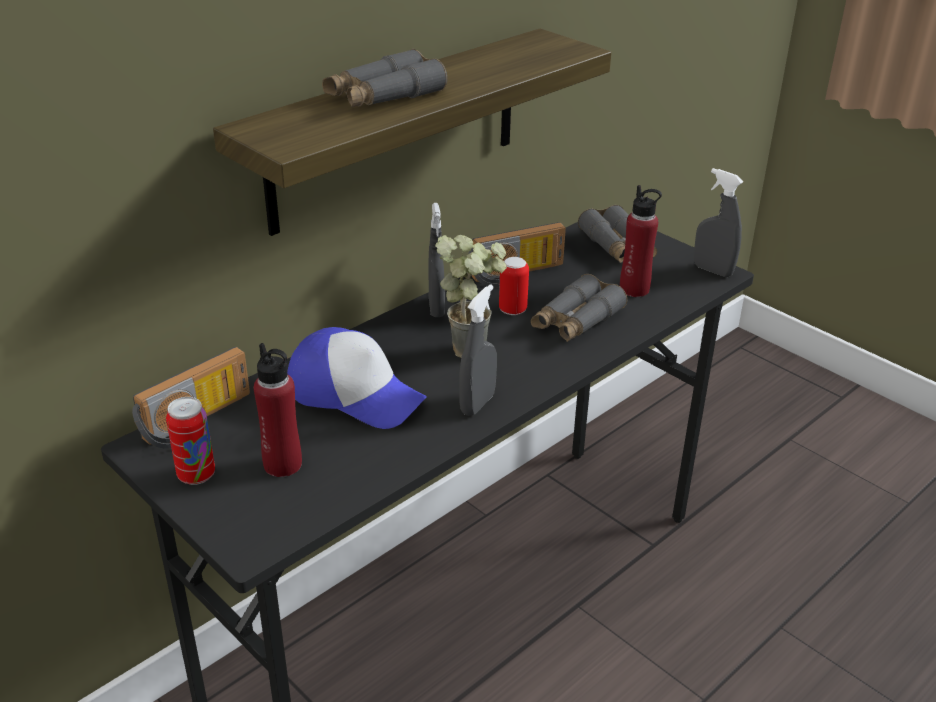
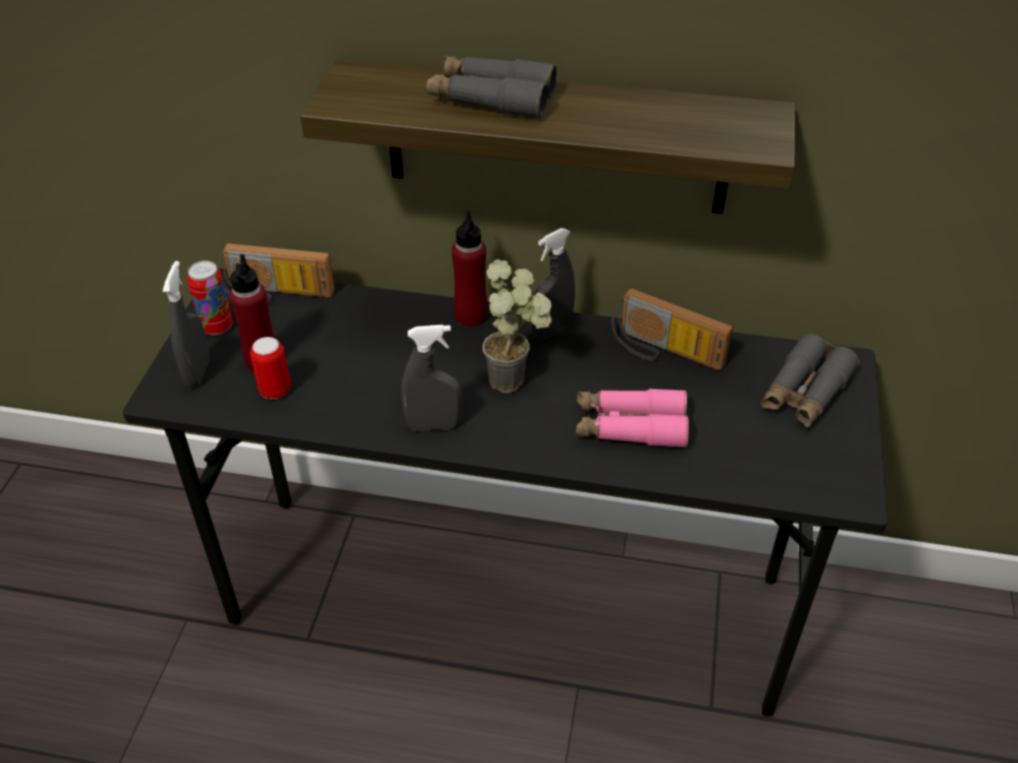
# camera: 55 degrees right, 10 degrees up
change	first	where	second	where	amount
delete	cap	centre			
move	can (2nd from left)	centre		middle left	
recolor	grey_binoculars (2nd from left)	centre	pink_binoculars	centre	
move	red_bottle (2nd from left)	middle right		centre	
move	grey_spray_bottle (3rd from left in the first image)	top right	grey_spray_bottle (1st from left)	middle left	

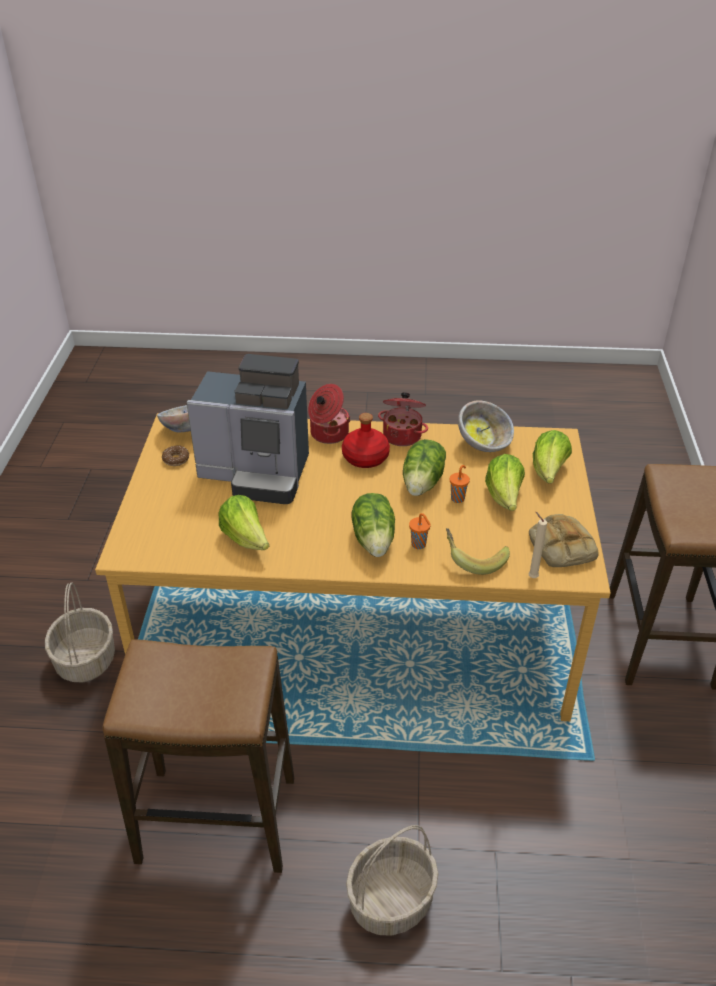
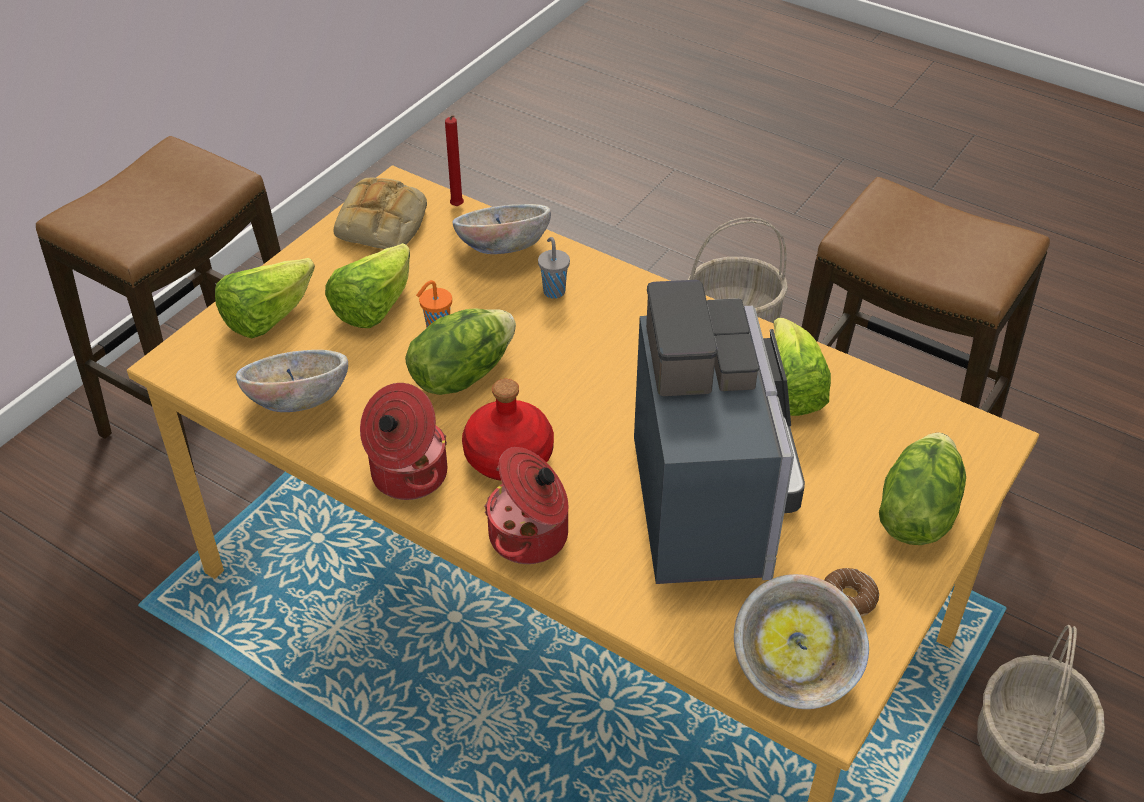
# camera: 150 degrees left, 5 degrees up
change	first	where	second	where	amount
rotate	coffee_machine	centre		centre	45 degrees clockwise
move	lettuce (2nd from left in the first image)	centre	lettuce (5th from left)	middle right	
recolor	orange_cup (1st from left)	centre	grey_cup	centre	
replace	banana	middle right	bowl (2nd from left)	top centre	
recolor	beige_candle	middle right	red_candle	top centre	

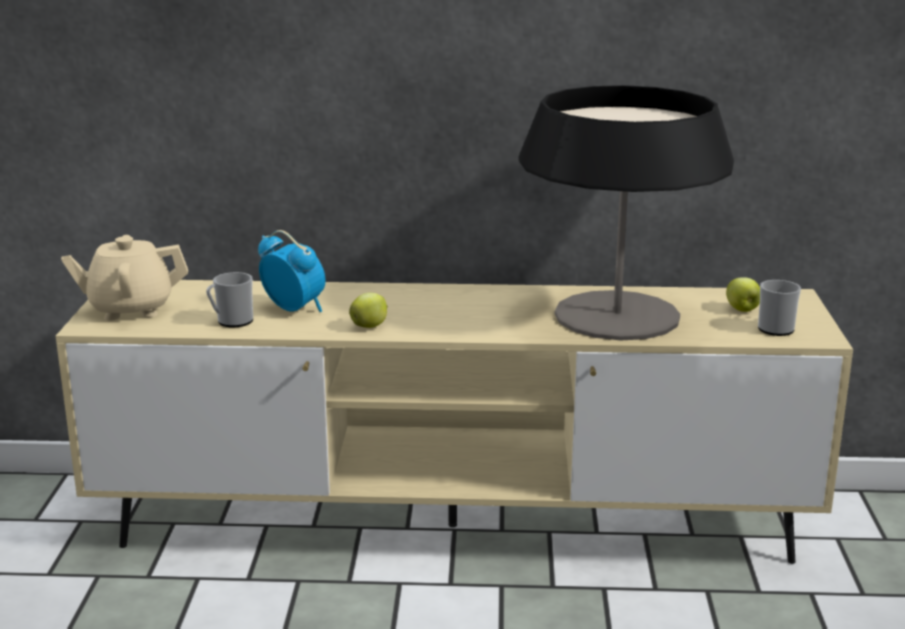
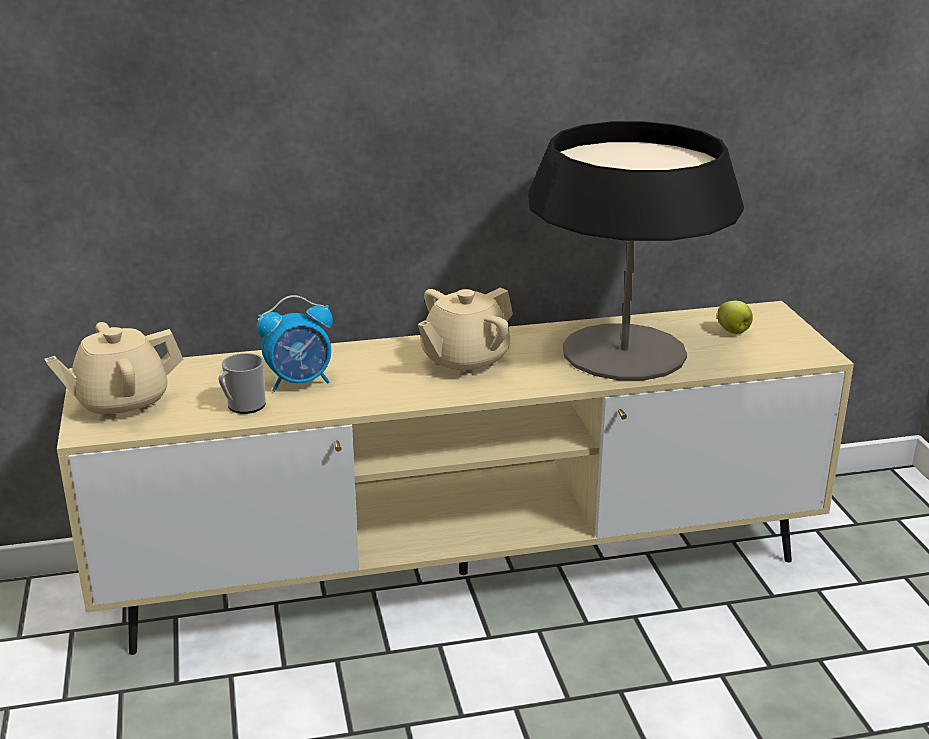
# camera: 15 degrees left, 5 degrees up
change	first	where	second	where	amount
rotate	alarm_clock	middle left		middle left	135 degrees clockwise
delete	apple (1st from left)	centre			
delete	mug (2nd from left)	middle right			
insert			beige_teapot (2nd from left)	centre	

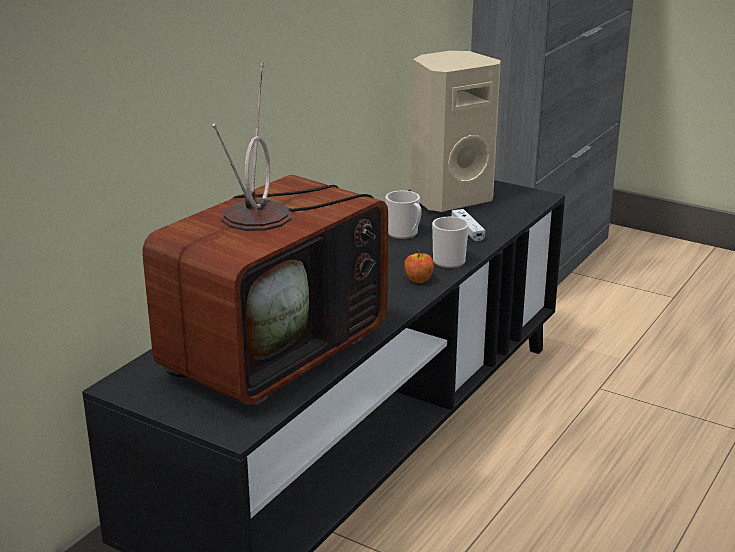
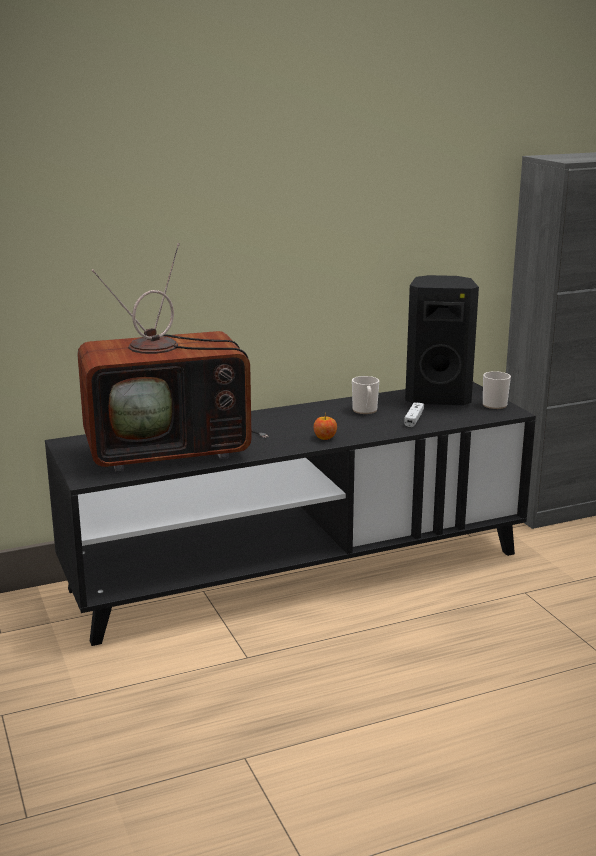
# camera: 35 degrees right, 5 degrees down
change	first	where	second	where	amount
recolor	beige_speaker	top centre	black_speaker	middle right	
move	mug (2nd from left)	centre		middle right	

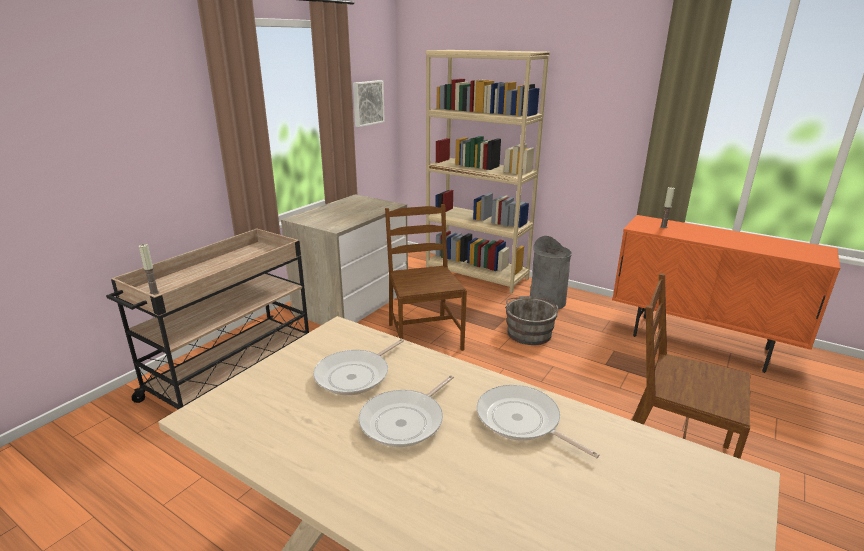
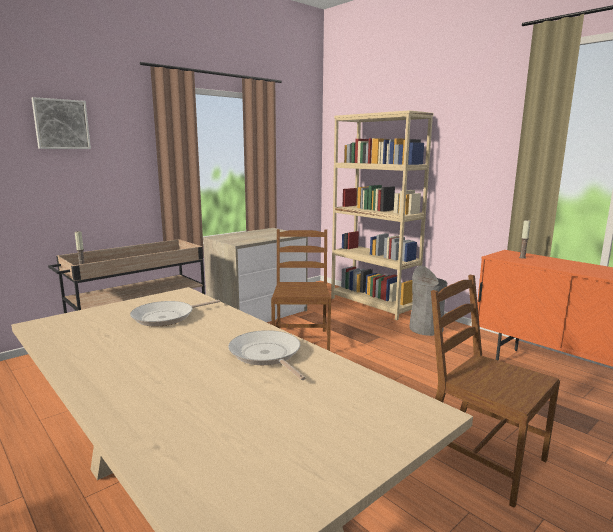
# camera: 15 degrees right, 10 degrees down
change	first	where	second	where	amount
move	picture	top centre		top left	
delete	frying_pan (2nd from left)	bottom centre			
delete	grey_bucket	centre			

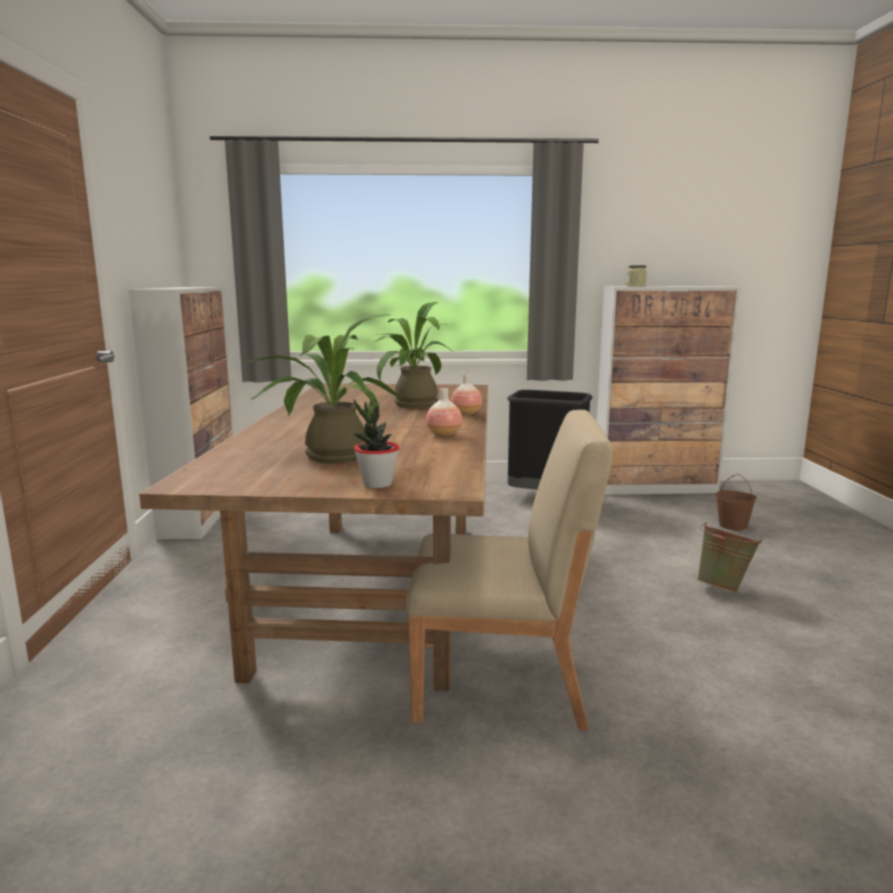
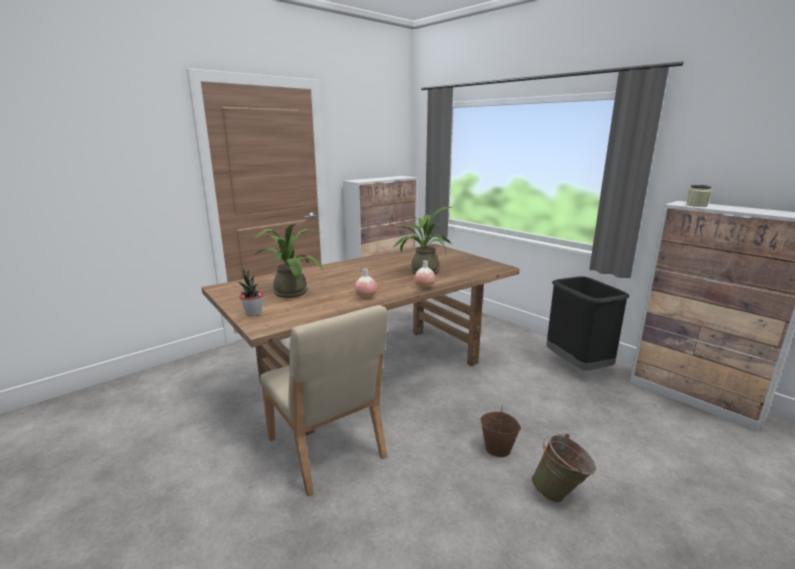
# camera: 50 degrees right, 5 degrees up
change	first	where	second	where	amount
move	brown_bucket	middle right		bottom centre	

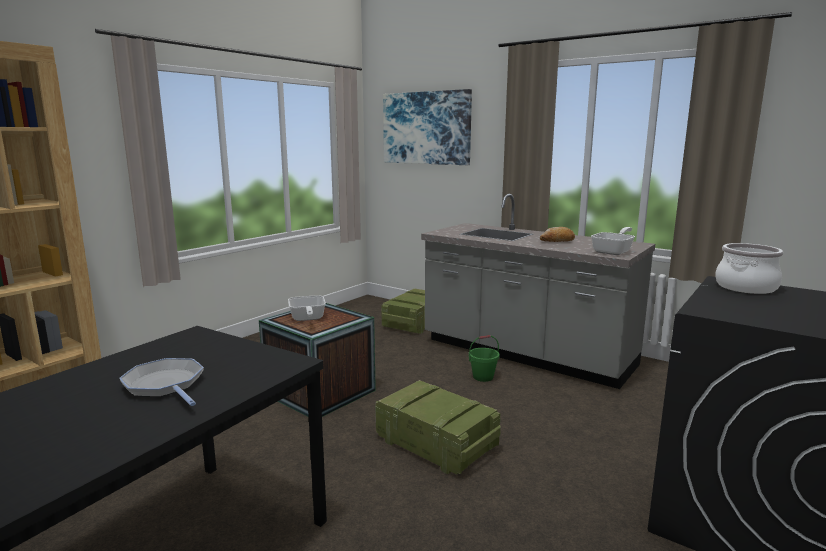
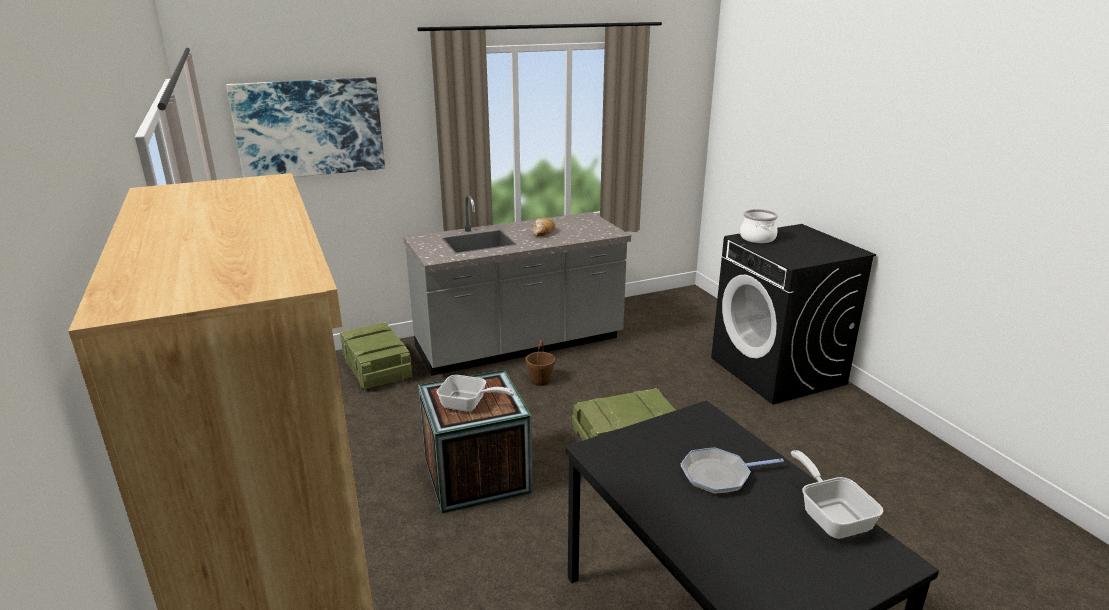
# camera: 60 degrees left, 10 degrees up
change	first	where	second	where	amount
recolor	green_bucket	centre	brown_bucket	centre	
move	frying_pan (3rd from left)	middle right		bottom right	

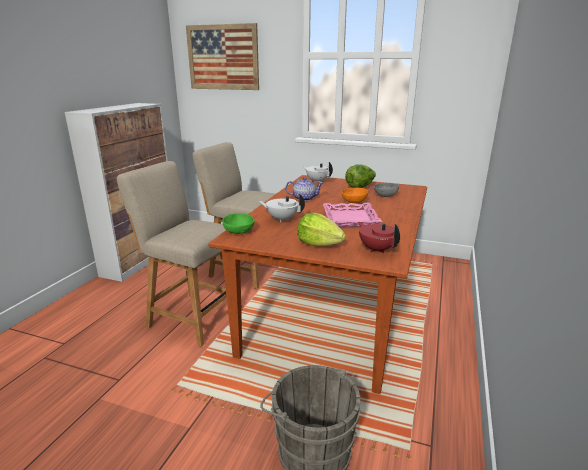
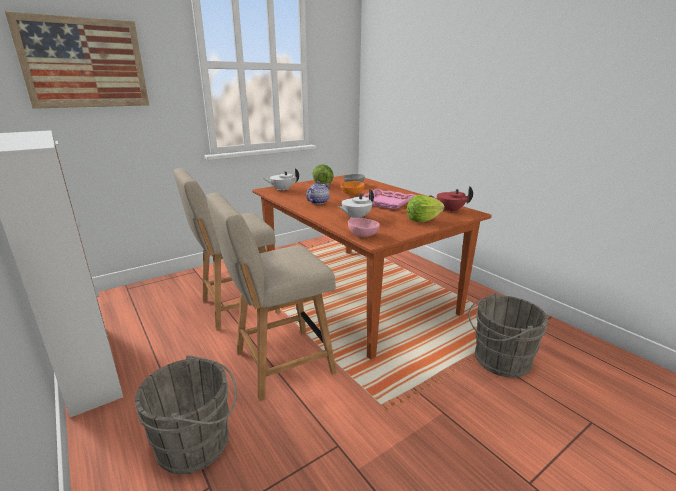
# camera: 55 degrees left, 0 degrees up
change	first	where	second	where	amount
recolor	green_bowl	centre	pink_bowl	centre	
insert			grey_bucket (1st from left)	bottom left	

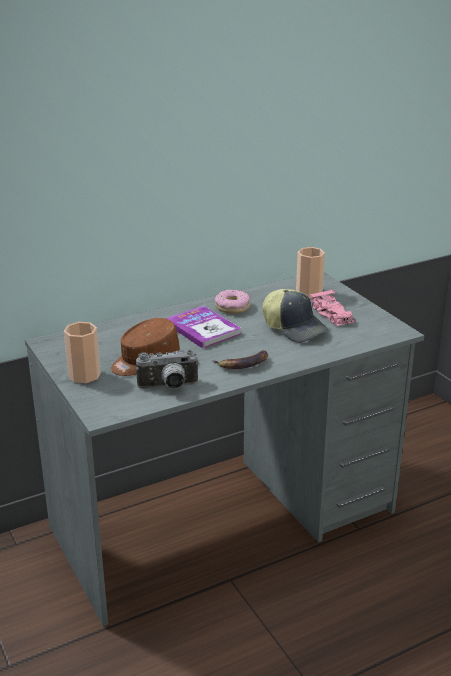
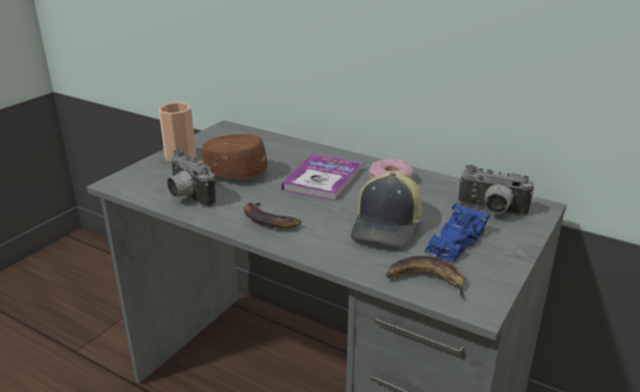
# camera: 60 degrees right, 0 degrees up
change	first	where	second	where	amount
replace	cup (2nd from left)	middle right	photo_camera (2nd from left)	middle right	
recolor	pink_toy_car	middle right	blue_toy_car	middle right	
insert			banana (2nd from left)	bottom centre	

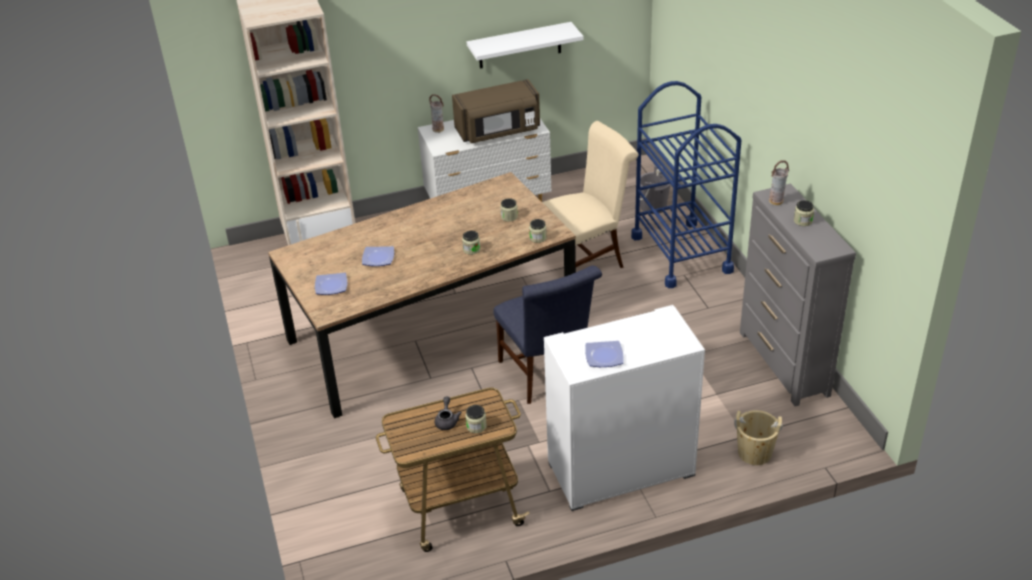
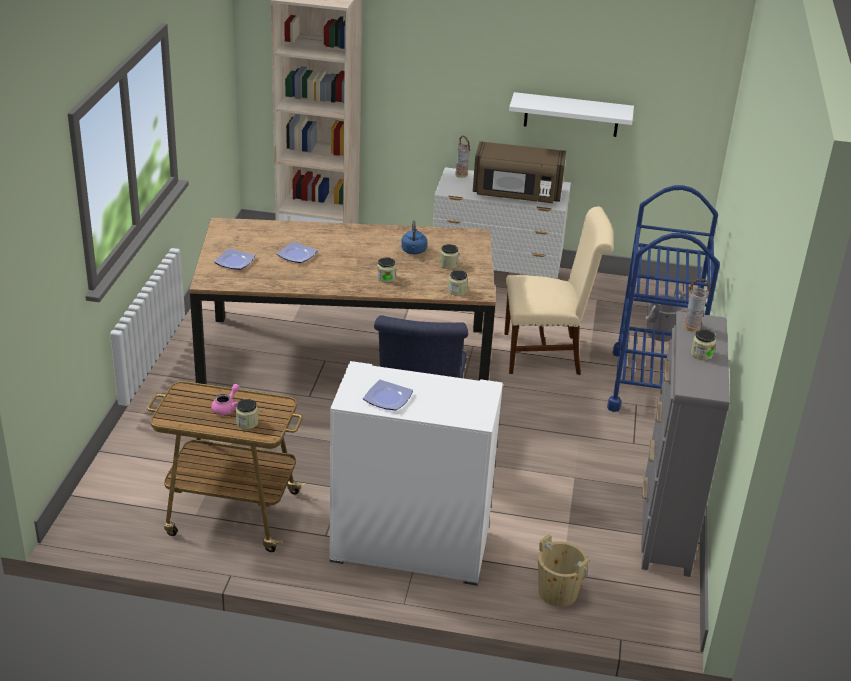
# camera: 25 degrees right, 5 degrees down
change	first	where	second	where	amount
recolor	grey_teapot	bottom centre	pink_teapot	middle left	
insert			blue_kettle	centre	

